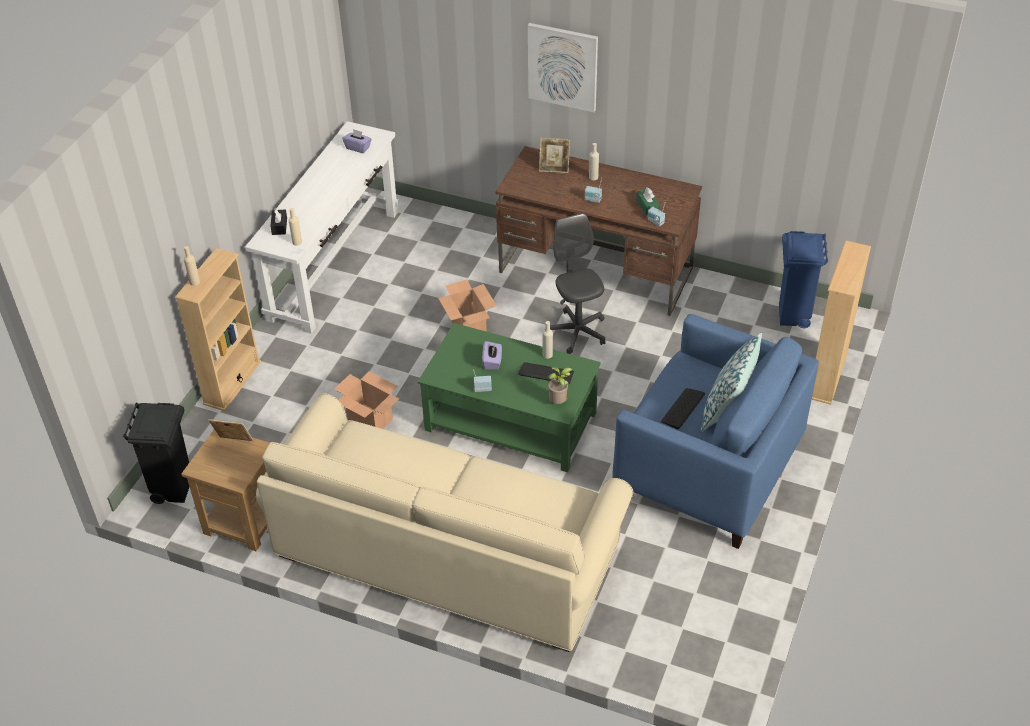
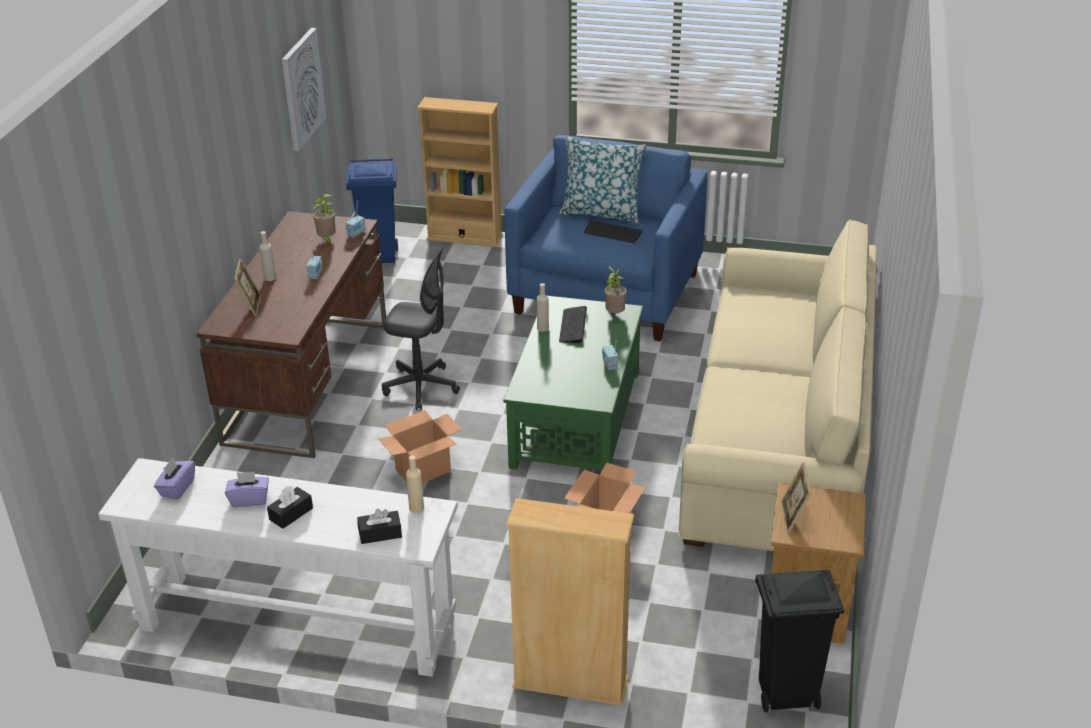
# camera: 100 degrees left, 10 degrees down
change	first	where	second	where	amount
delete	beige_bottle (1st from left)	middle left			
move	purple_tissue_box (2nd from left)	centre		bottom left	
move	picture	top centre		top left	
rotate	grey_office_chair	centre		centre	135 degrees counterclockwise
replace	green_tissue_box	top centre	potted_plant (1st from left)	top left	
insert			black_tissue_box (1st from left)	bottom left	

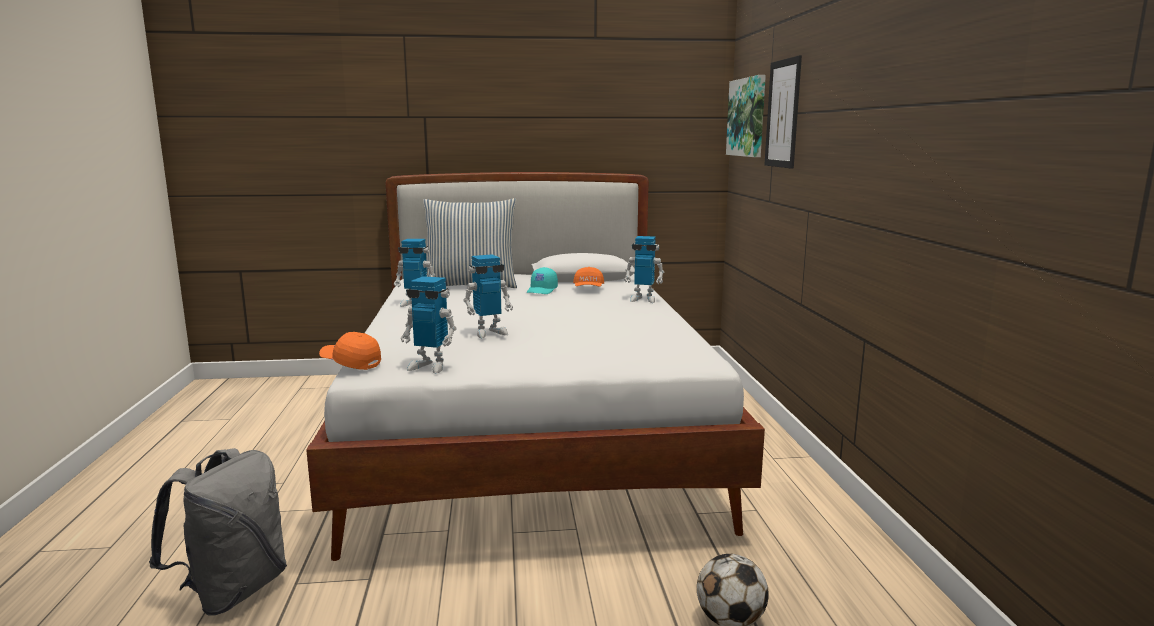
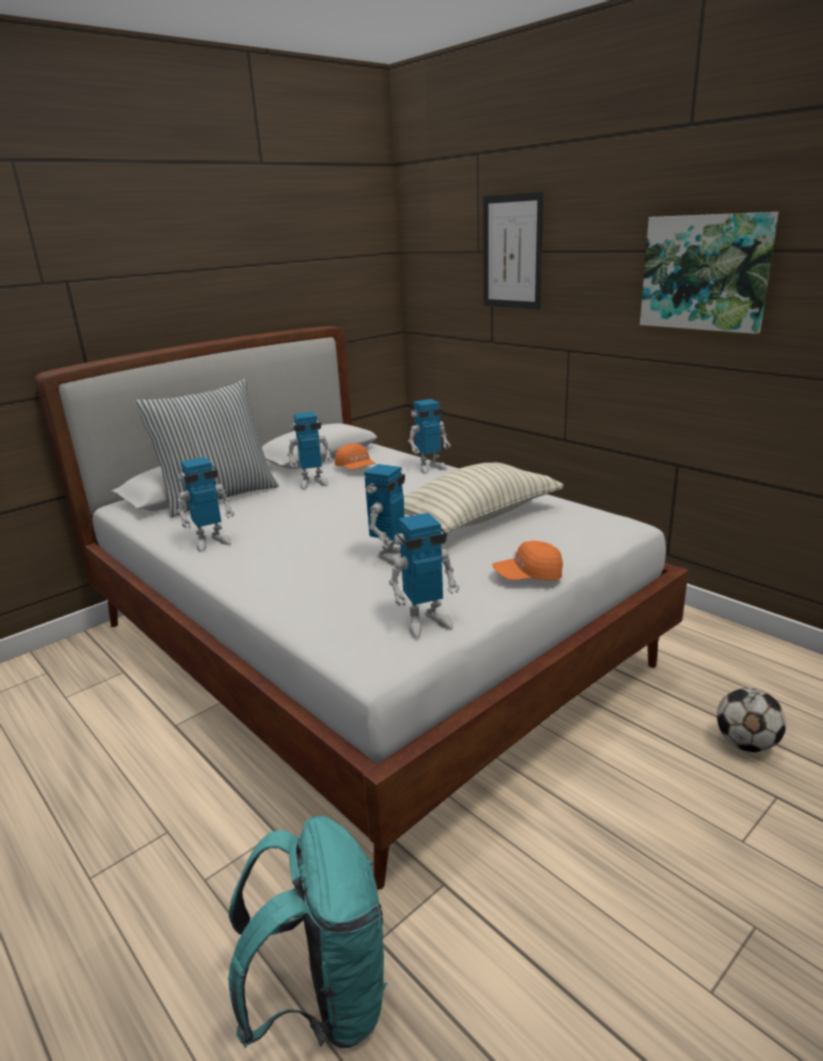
# camera: 35 degrees left, 10 degrees up
change	first	where	second	where	amount
recolor	grey_backpack	bottom left	turquoise_backpack	bottom centre	
move	orange_cap (1st from left in the first image)	middle left	orange_cap (2nd from left)	centre	
replace	turquoise_cap	centre	toy_robot (2nd from left)	centre	
move	picture (1st from left in the first image)	top centre	picture (2nd from left)	top right	
insert			pillow (2nd from left)	centre	

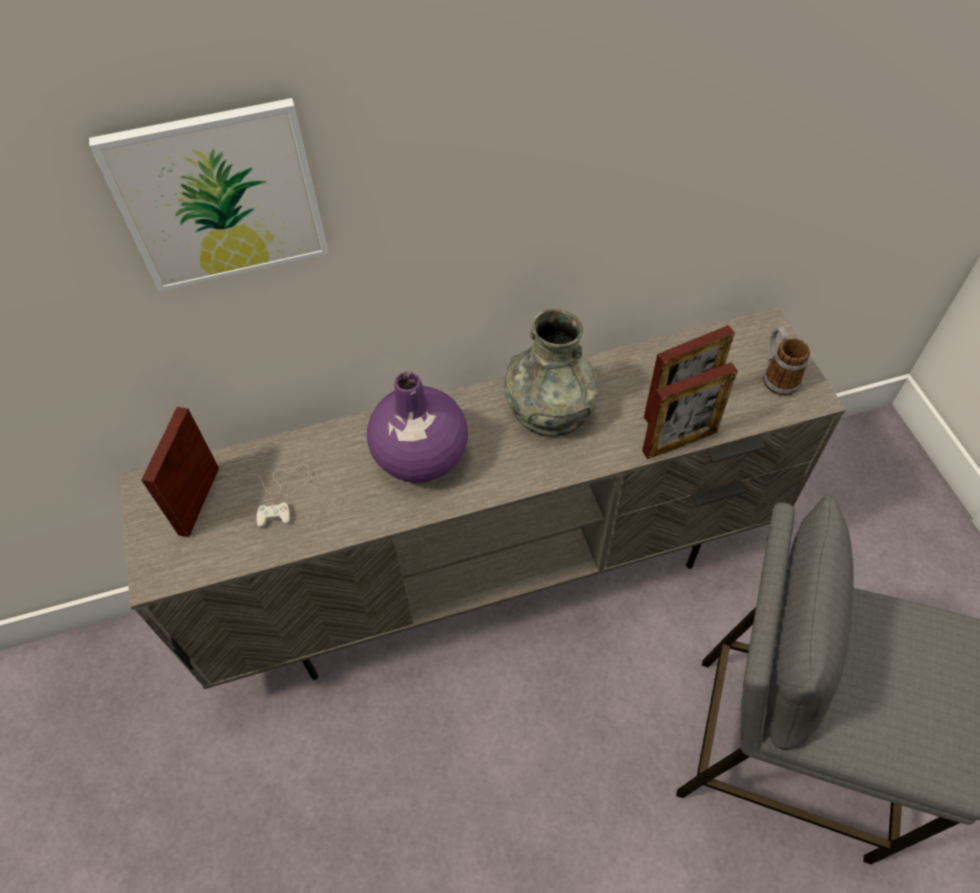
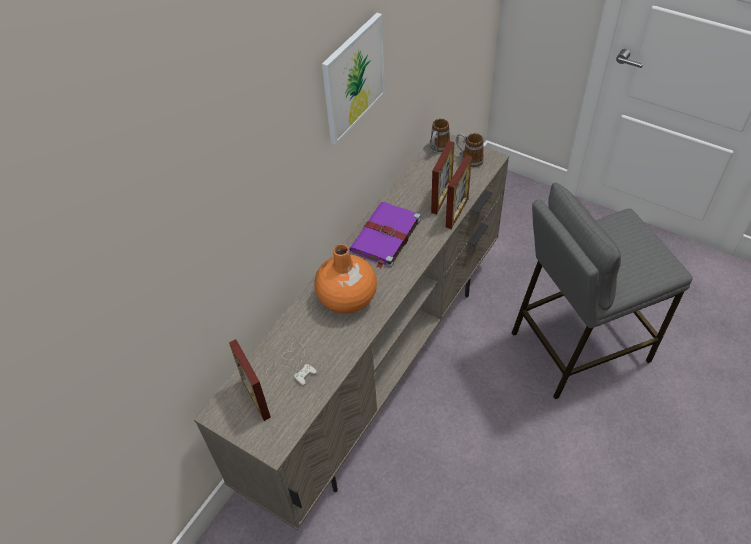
# camera: 40 degrees left, 5 degrees down
change	first	where	second	where	amount
move	picture	top left		top centre	
recolor	purple_vase	centre	orange_vase	centre	
replace	grey_vase	centre	purple_book	centre	
insert			mug (1st from left)	top centre	

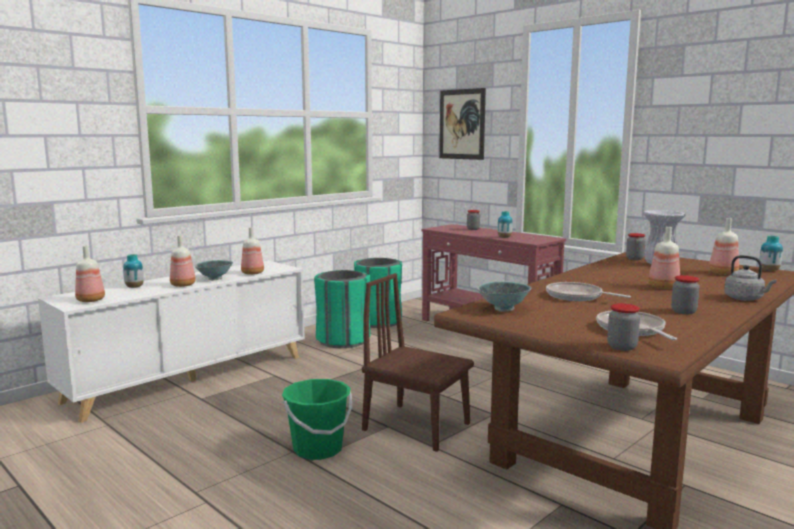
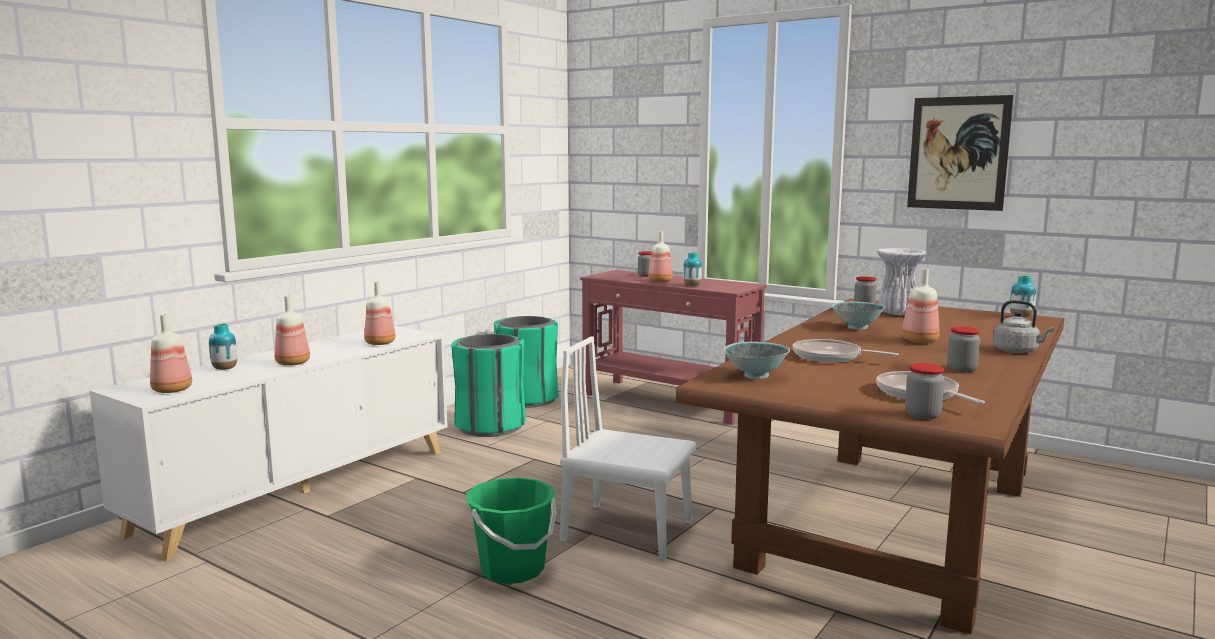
# camera: 10 degrees left, 0 degrees up
change	first	where	second	where	amount
move	bowl (1st from left in the first image)	middle left	bowl (2nd from left)	middle right	
recolor	brown_chair	bottom centre	white_chair	bottom centre	
move	picture	top centre		top right	
move	bottle (5th from left in the first image)	middle right	bottle (4th from left)	centre	

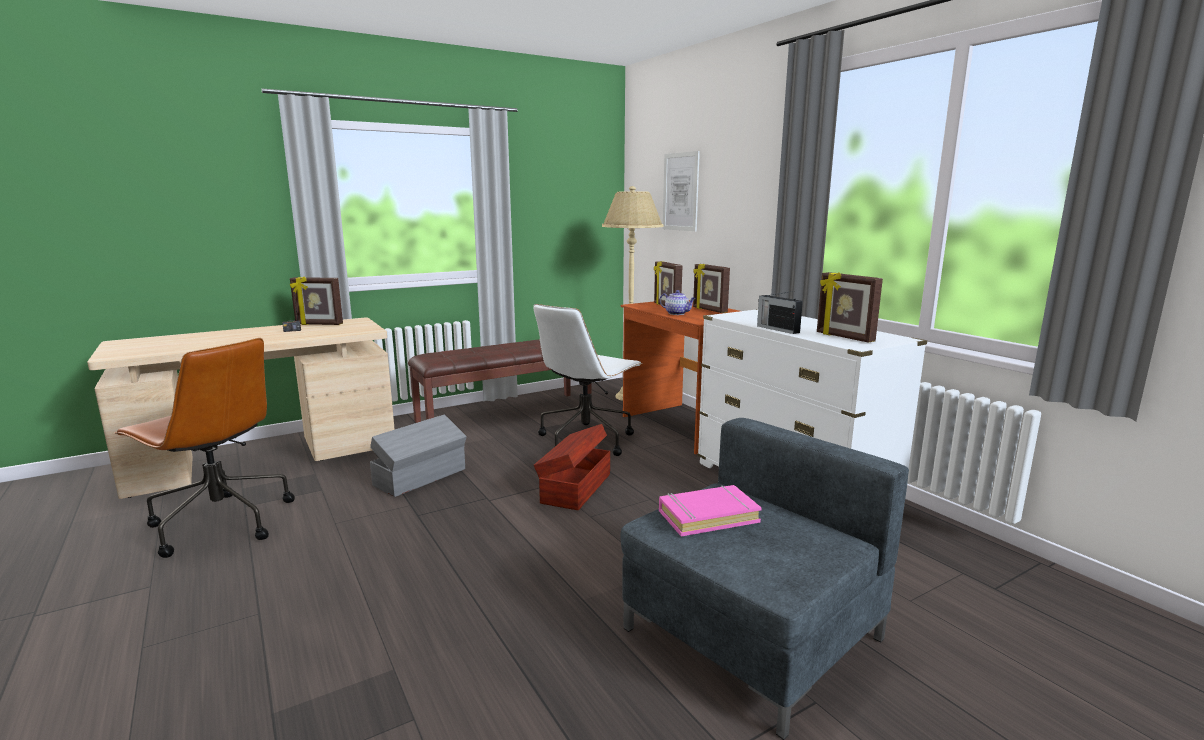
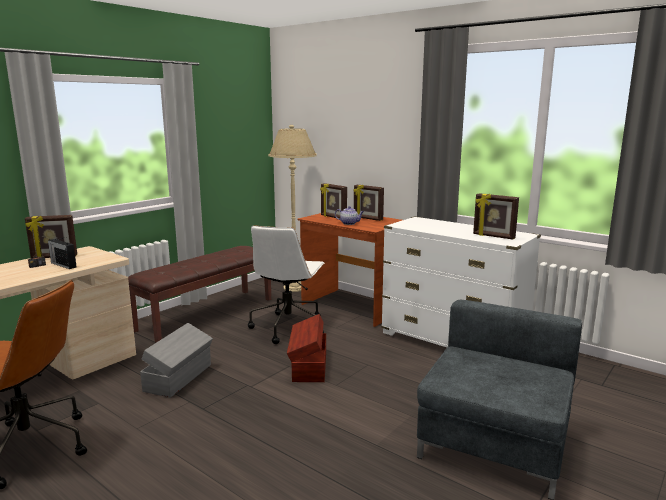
# camera: 20 degrees left, 0 degrees up
change	first	where	second	where	amount
delete	pink_book	bottom centre			
delete	picture	top centre			
move	radio (2nd from left)	centre		middle left	

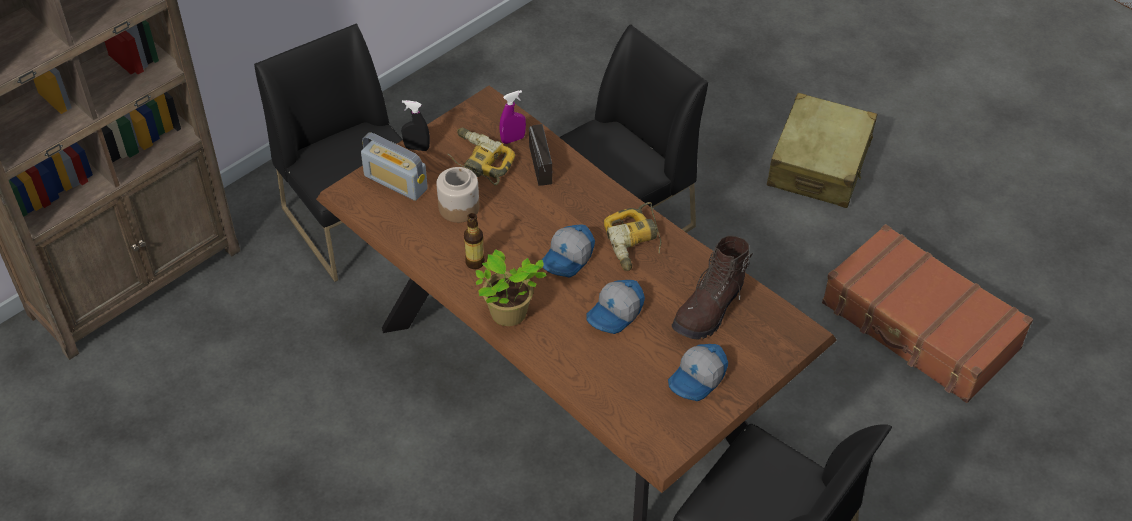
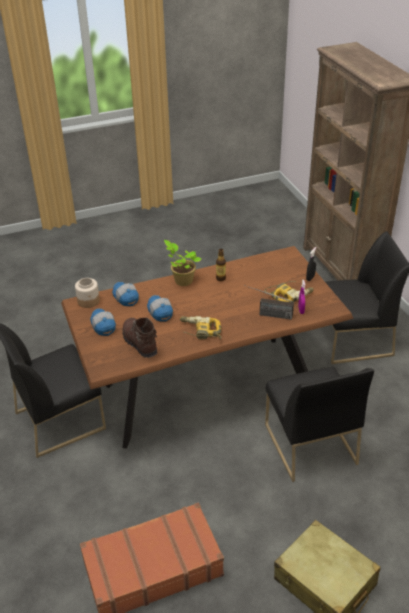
# camera: 115 degrees right, 10 degrees down
change	first	where	second	where	amount
delete	radio (1st from left)	top centre			
move	jar	centre		middle left	
move	cap (1st from left in the first image)	centre	cap (2nd from left)	middle left	

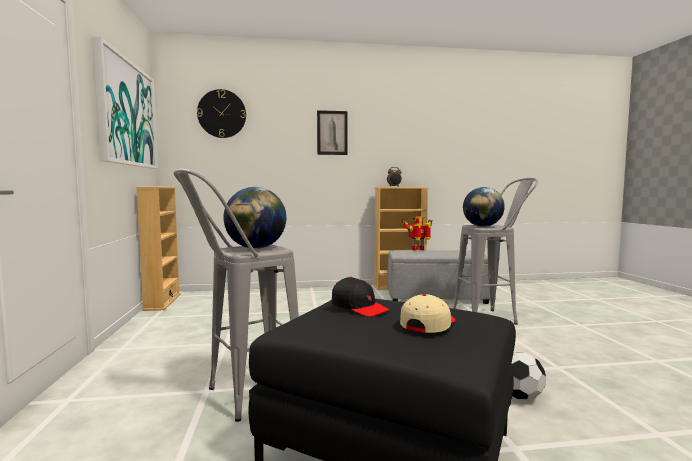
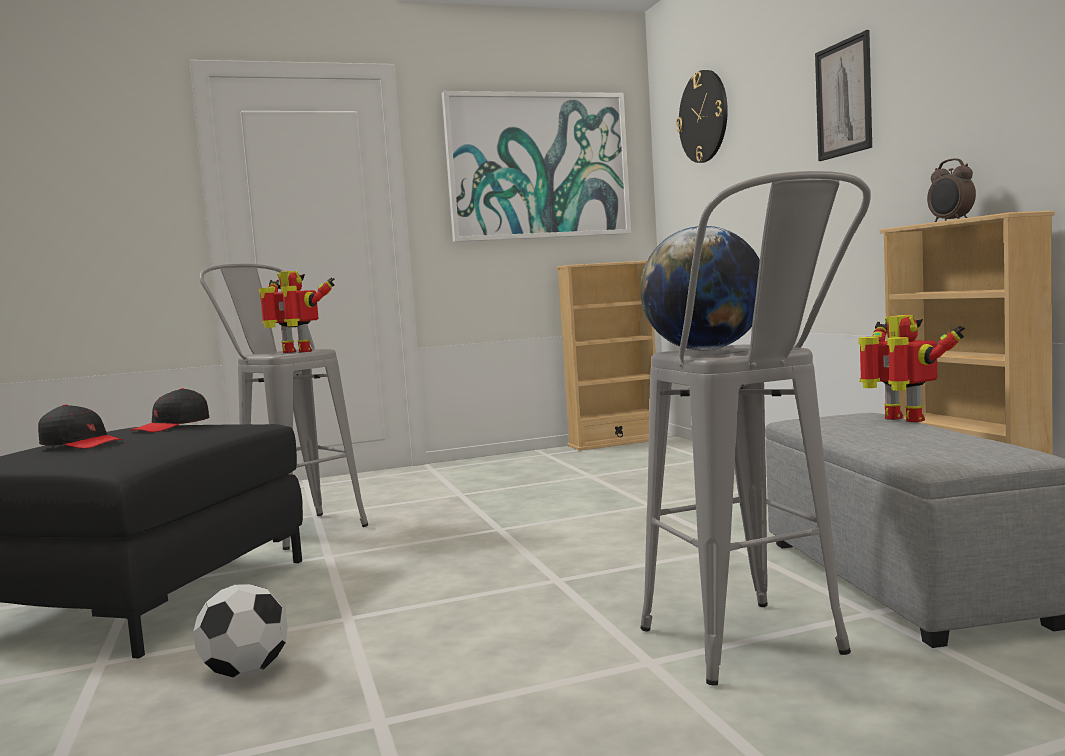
# camera: 80 degrees right, 0 degrees up
change	first	where	second	where	amount
replace	globe (1st from left)	centre	toy_robot (1st from left)	middle left	
recolor	beige_cap	bottom centre	black_cap (1st from left)	middle left	

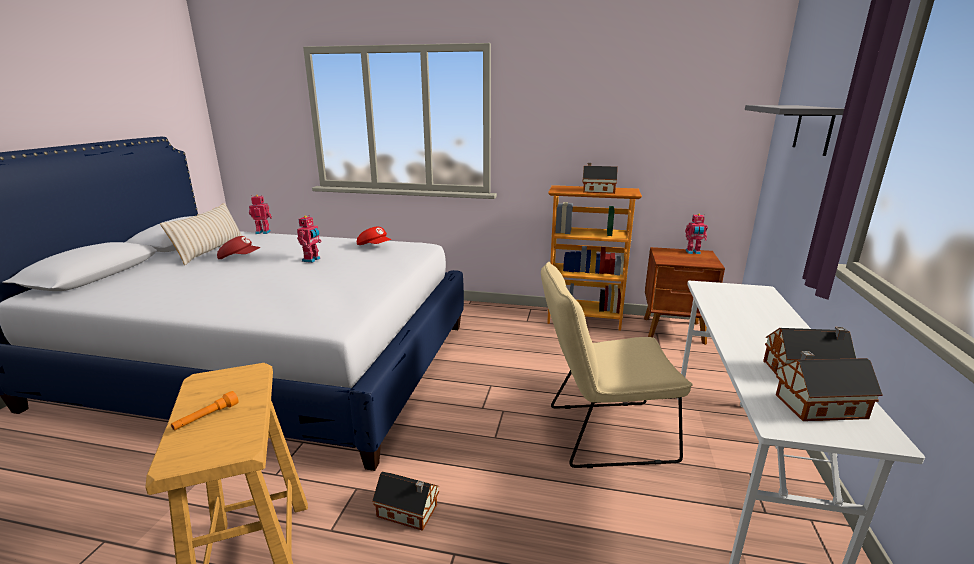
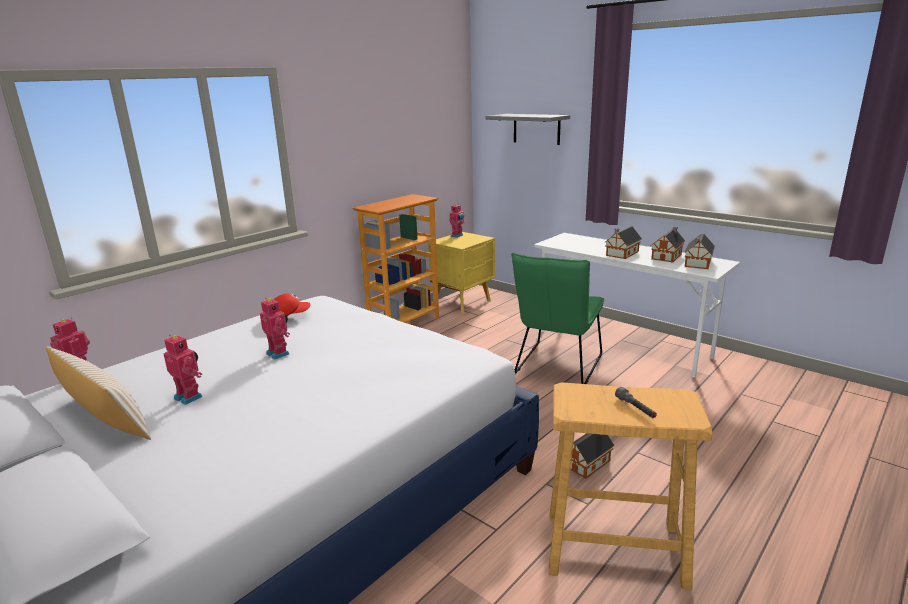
# camera: 60 degrees left, 0 degrees up
change	first	where	second	where	amount
recolor	orange_flashlight	bottom left	grey_flashlight	middle right	
replace	red_cap (1st from left)	middle left	toy_robot (2nd from left)	middle left	
recolor	beige_chair	centre	green_chair	centre	
move	toy_house (2nd from left)	top centre		middle right	
recolor	brown_nightstand	middle right	yellow_nightstand	centre	

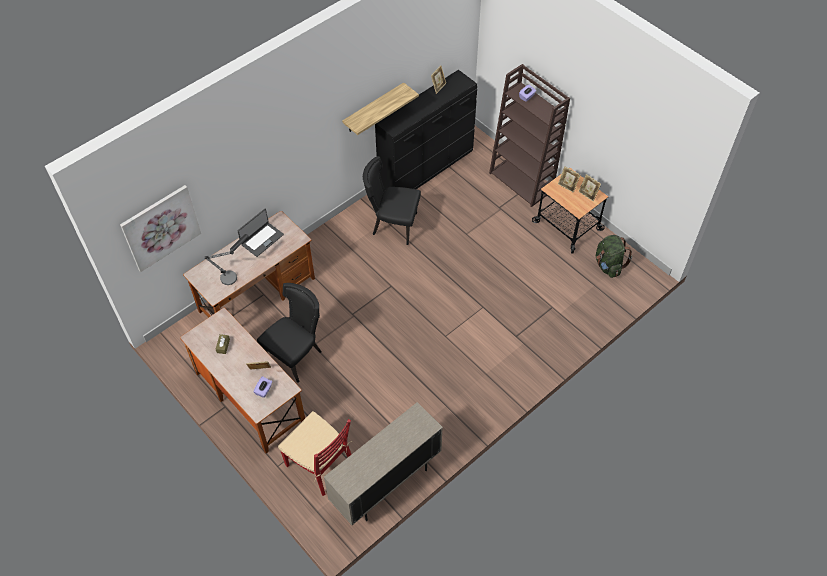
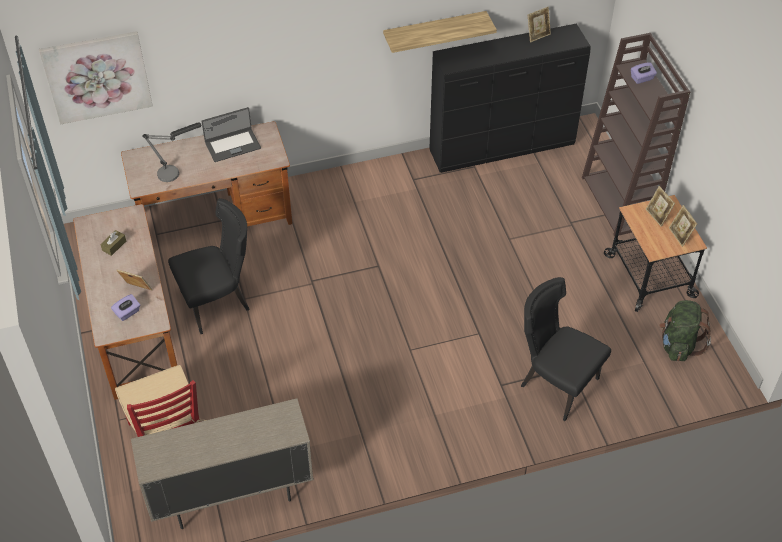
# camera: 25 degrees right, 5 degrees down
change	first	where	second	where	amount
move	black_chair (2nd from left)	centre		middle right	

